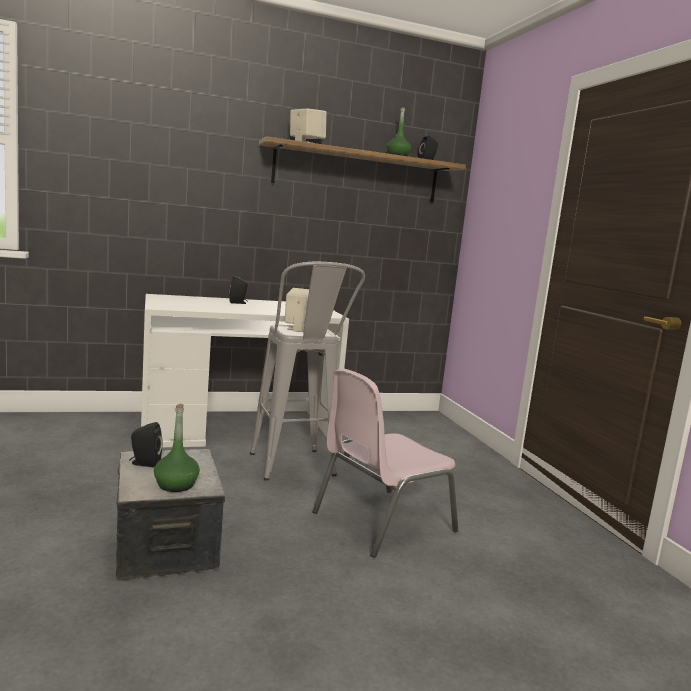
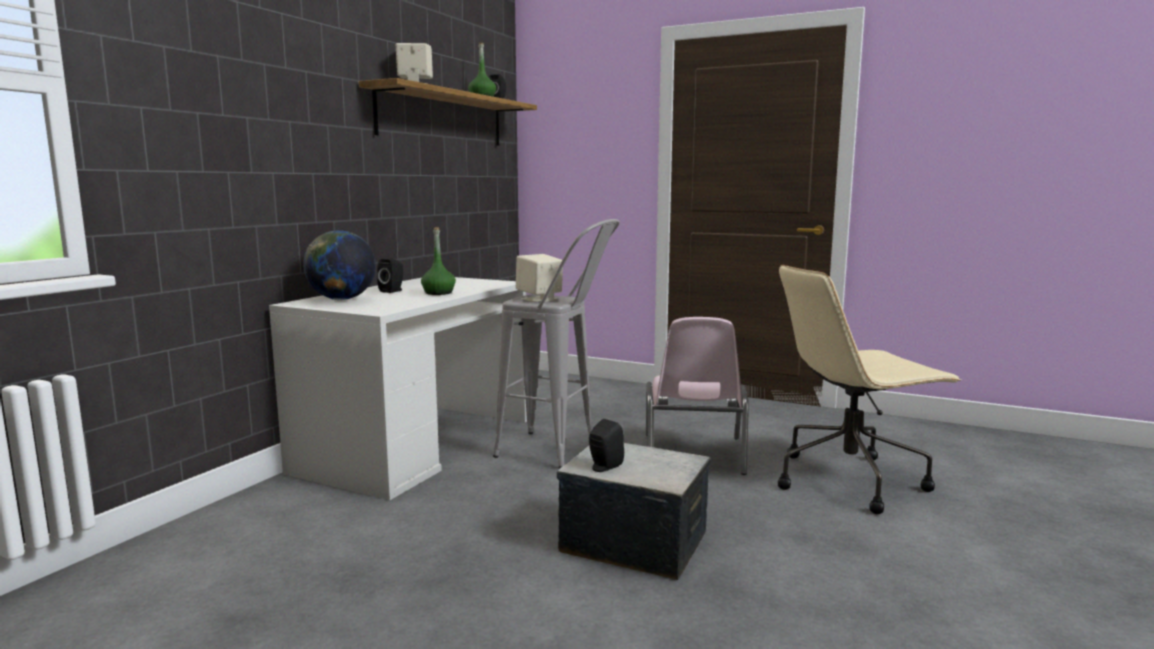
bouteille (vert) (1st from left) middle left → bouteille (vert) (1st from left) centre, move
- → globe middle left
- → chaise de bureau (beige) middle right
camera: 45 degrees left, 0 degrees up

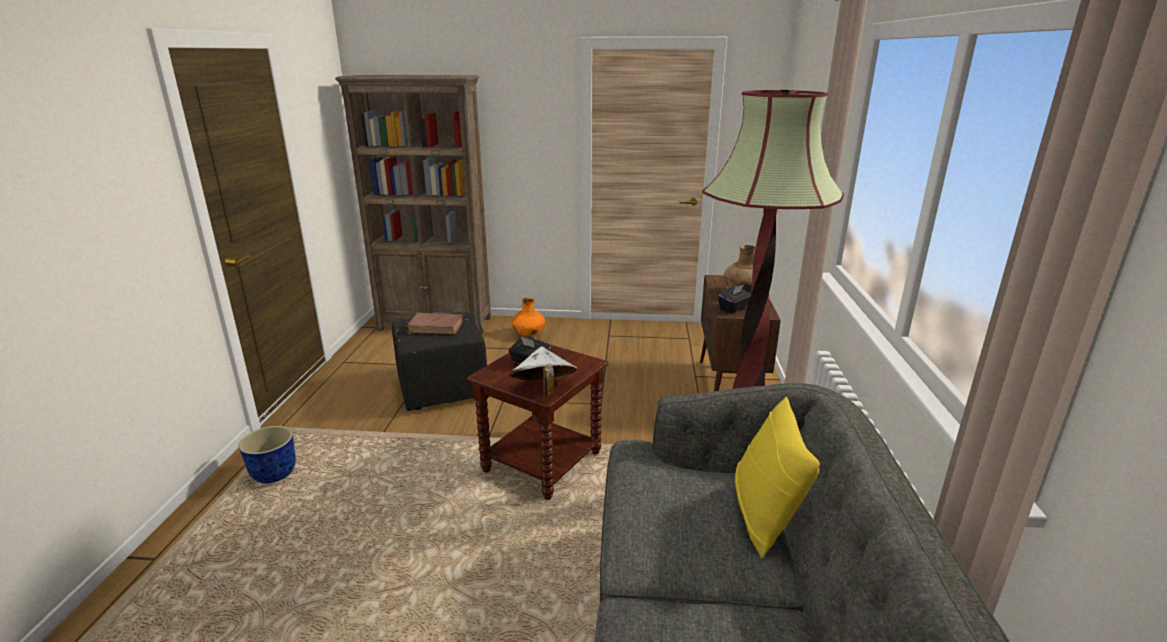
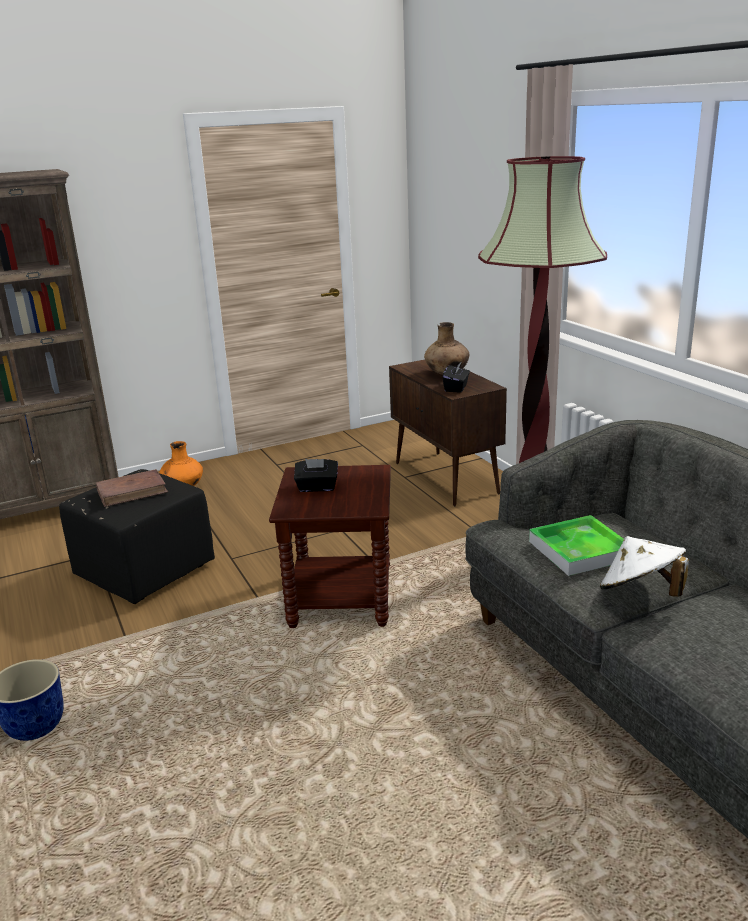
chapeau (blanc) centre → chapeau (blanc) middle right, move
coussin (jaune) bottom centre → -
- → plateau middle right
camera: 30 degrees left, 0 degrees up

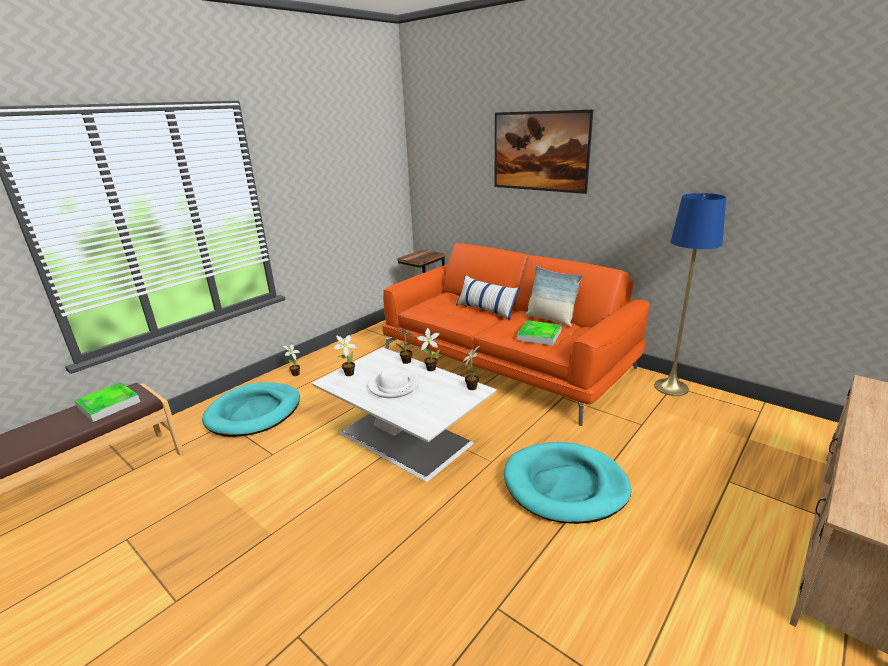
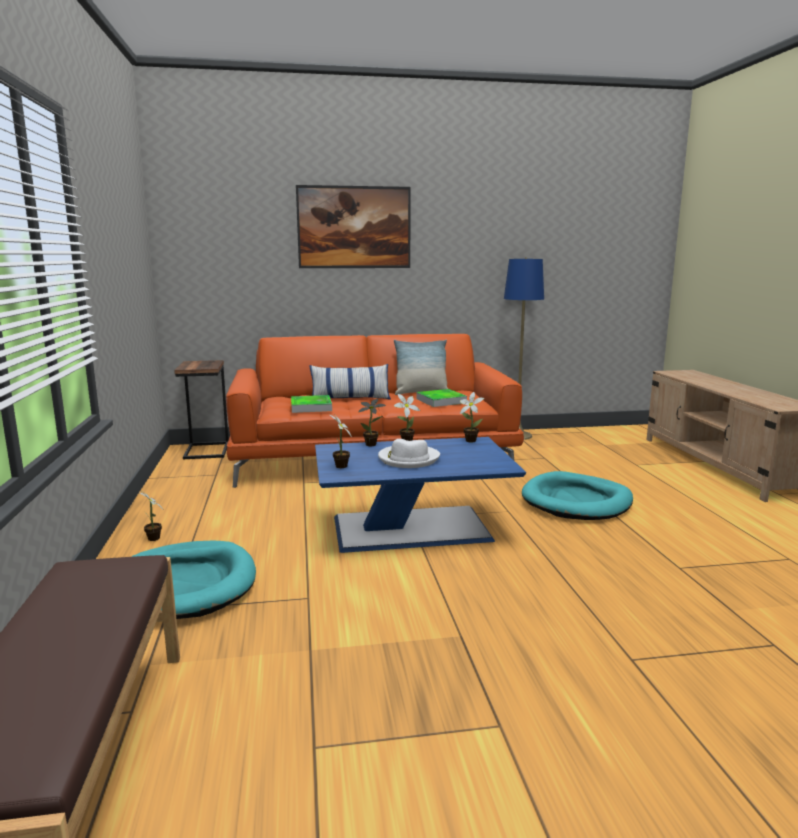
table basse (blanc) centre → table basse (bleu) centre
plateau (1st from left) middle left → plateau (1st from left) centre, move
camera: 50 degrees left, 10 degrees down

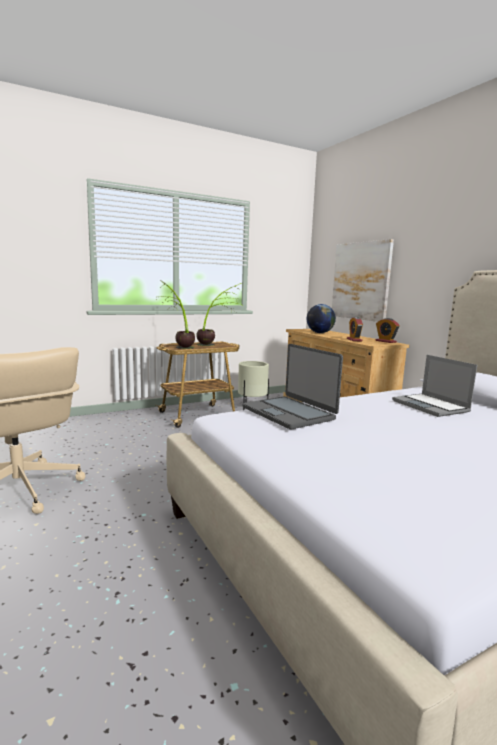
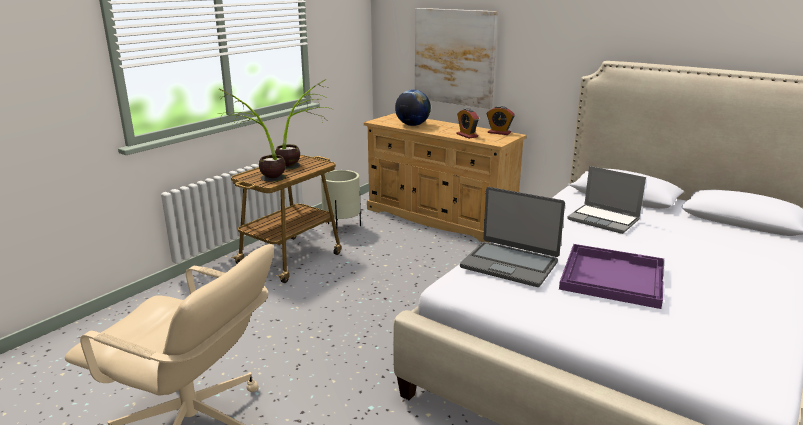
- → plateau (violet) middle right
camera: 25 degrees left, 10 degrees up

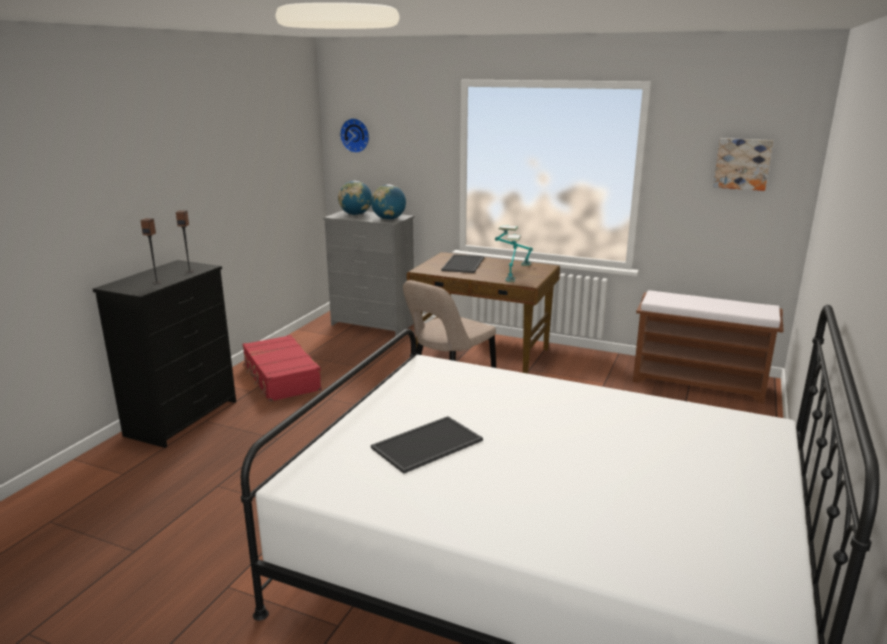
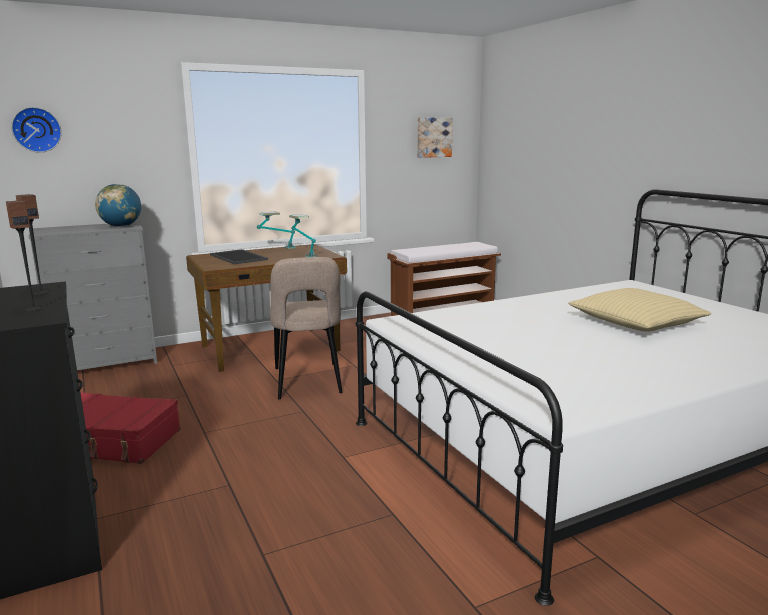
globe (1st from left) top centre → -
plateau (1st from left) bottom centre → -
- → coussin (beige) middle right
camera: 50 degrees left, 5 degrees down

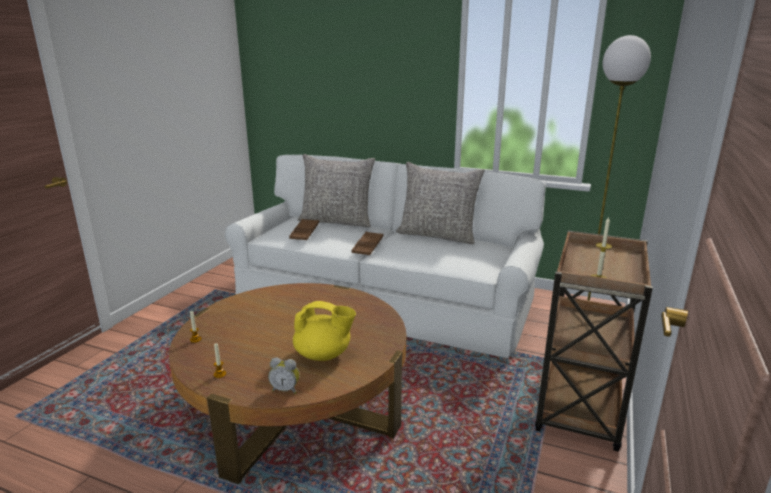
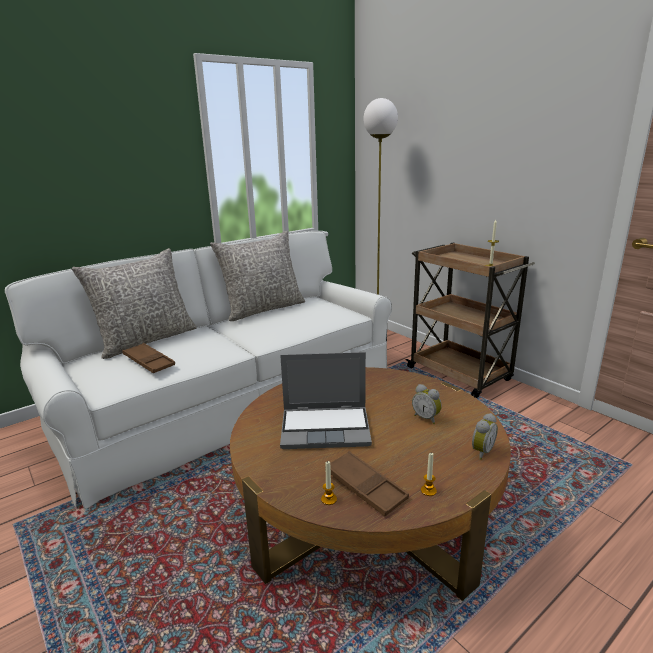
plateau (marron) (2nd from left) centre → plateau (marron) (2nd from left) bottom centre, move
théière (jaune) bottom centre → réveil (1st from left) centre
- → ordinateur portable centre
camera: 60 degrees left, 0 degrees up

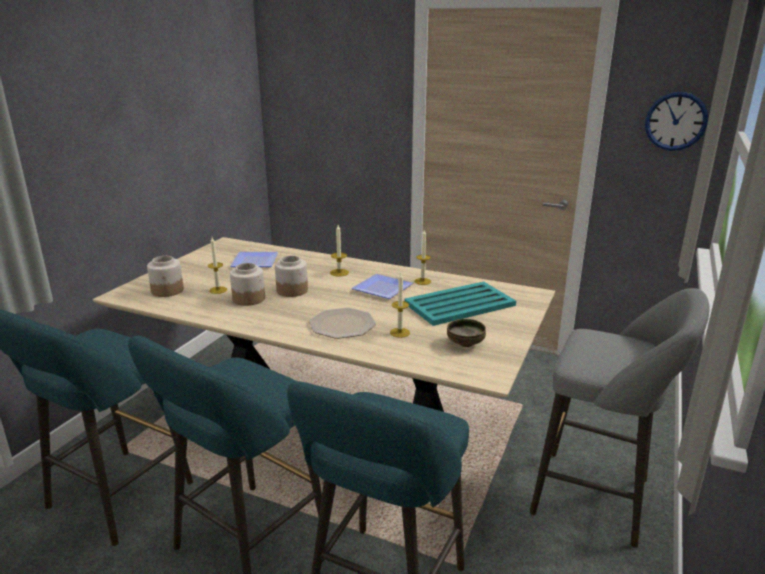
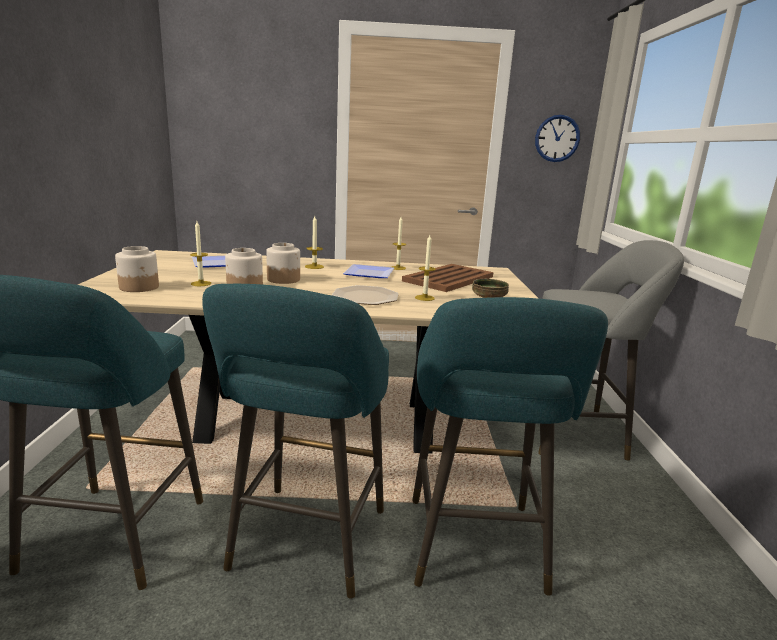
plateau (turquoise) centre → plateau (marron) centre
camera: 25 degrees left, 5 degrees down

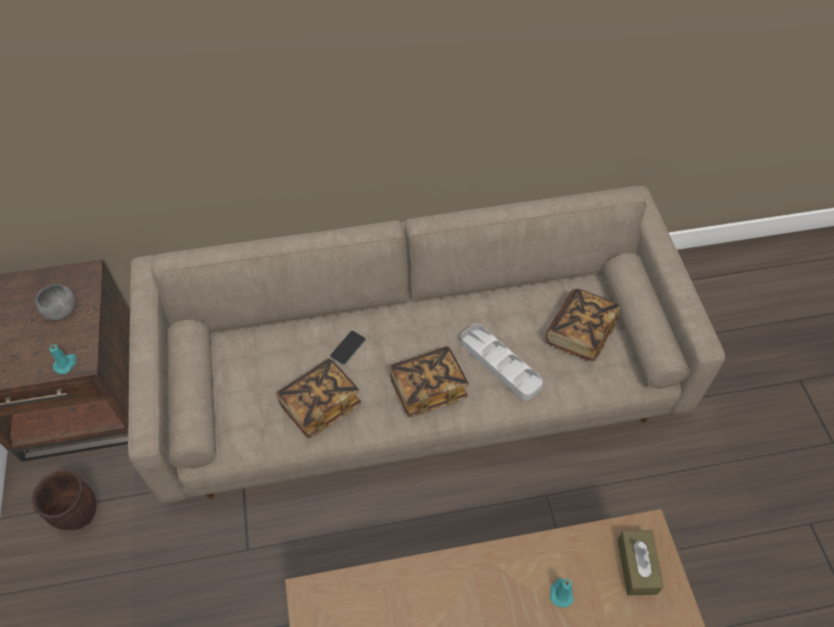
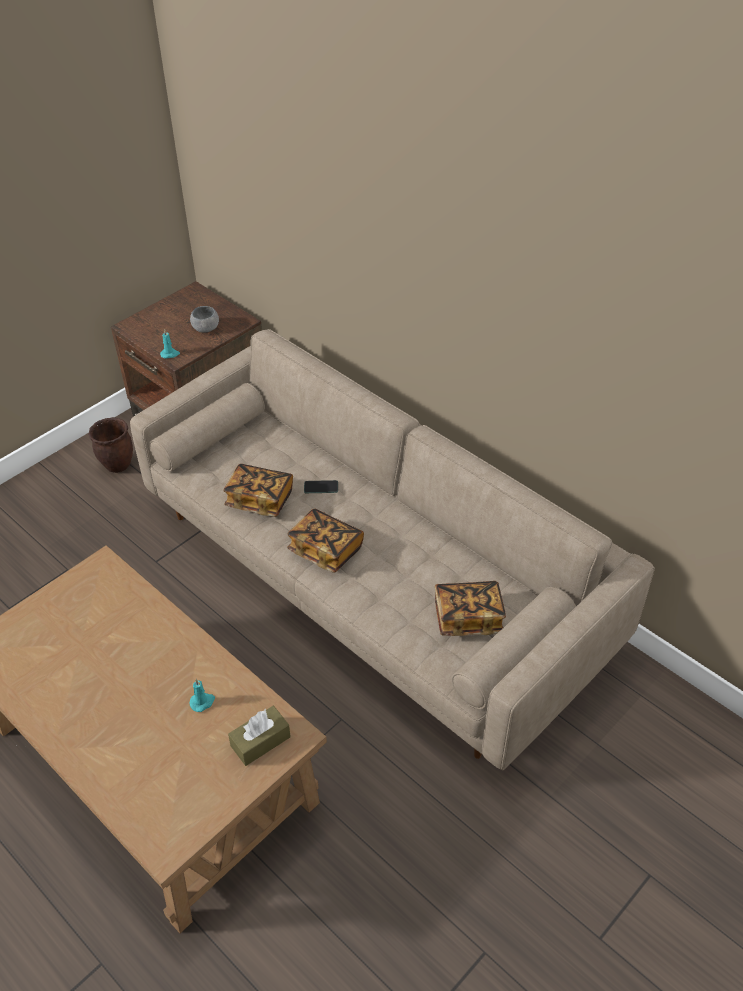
plateau (gris) centre → -
camera: 55 degrees right, 10 degrees down

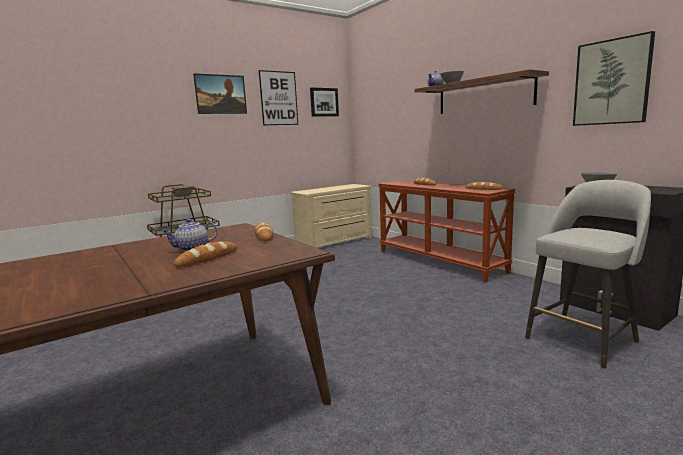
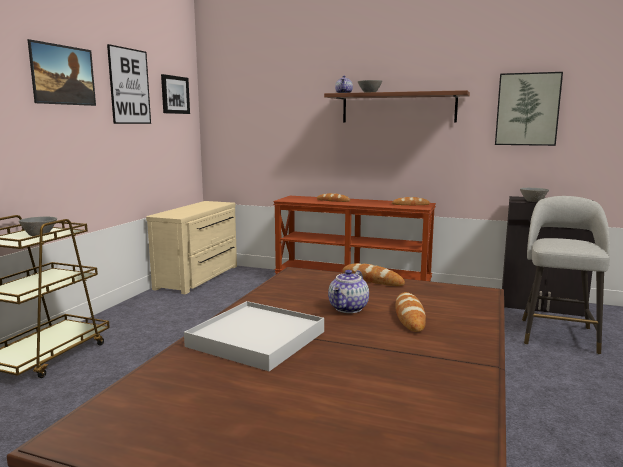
- → plateau (blanc) bottom centre
camera: 35 degrees left, 0 degrees up

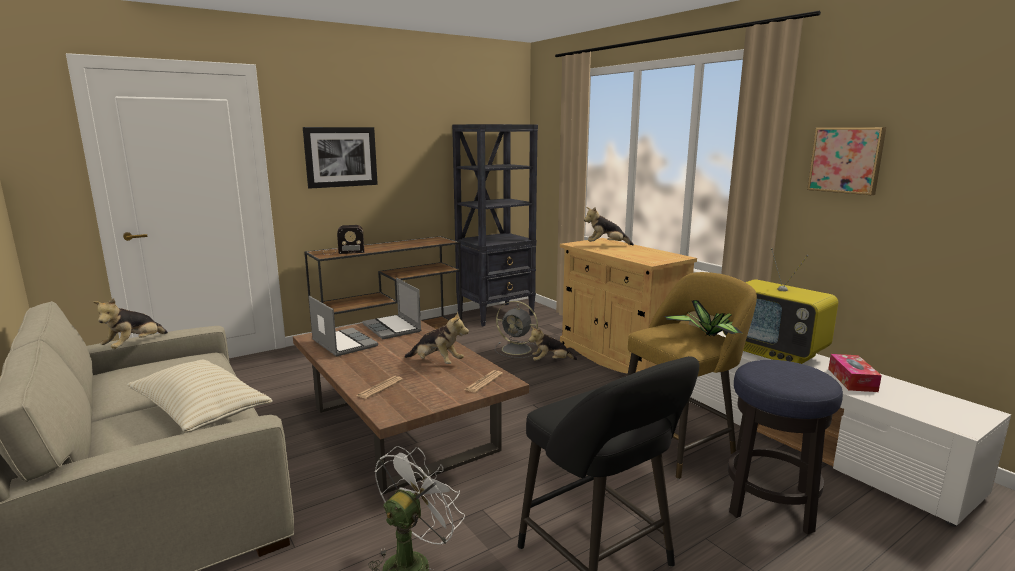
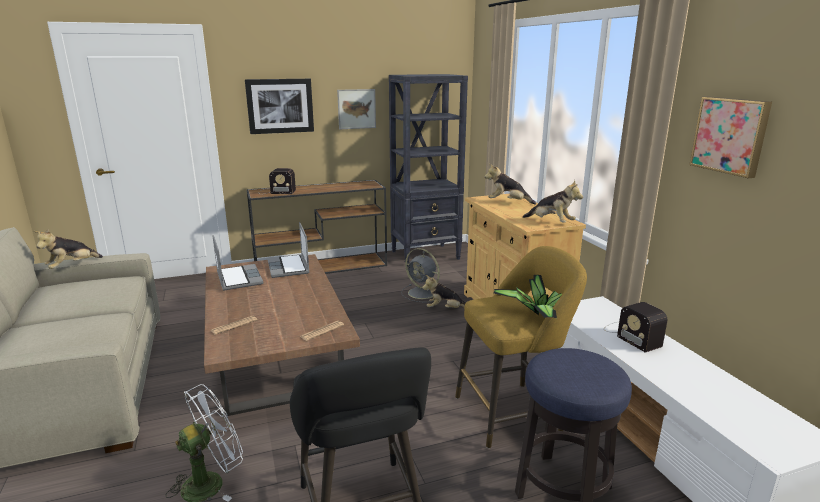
téléviseur middle right → radio (2nd from left) middle right
peluche (2nd from left in the first image) centre → peluche (4th from left) middle right, move
boîte à mouchoirs middle right → -
coussin (beige) bottom left → -
- → tableau (2nd from left) top centre
camera: 15 degrees right, 5 degrees up

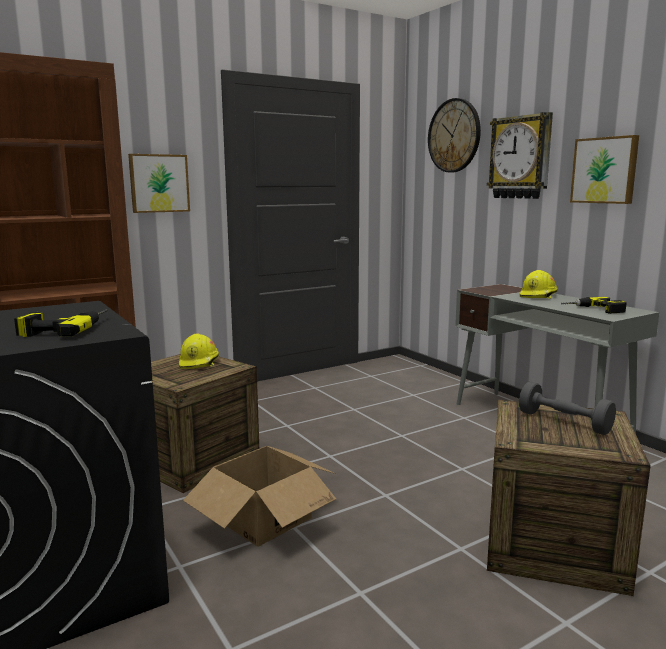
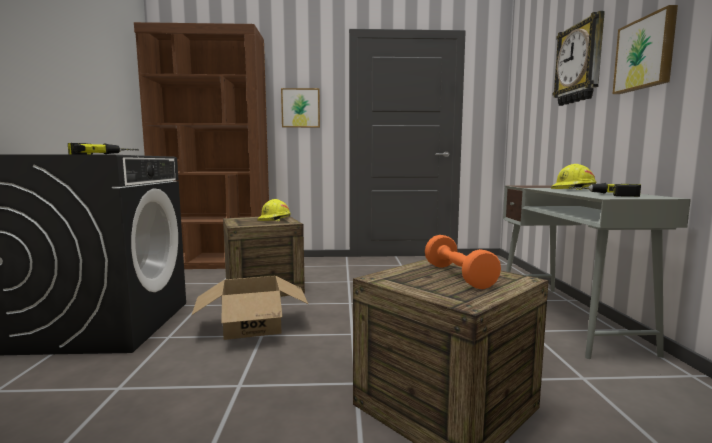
horloge murale (1st from left) top right → -
haltère (gris) middle right → haltère (orange) centre
camera: 30 degrees right, 5 degrees down

